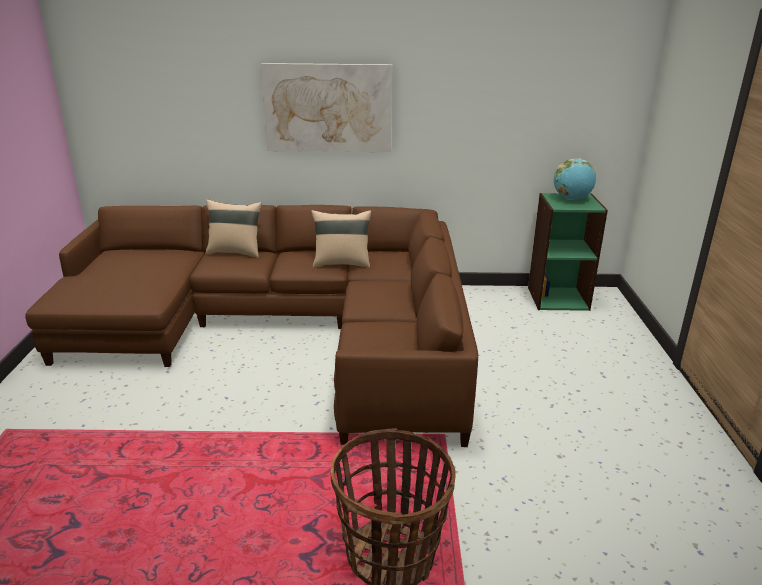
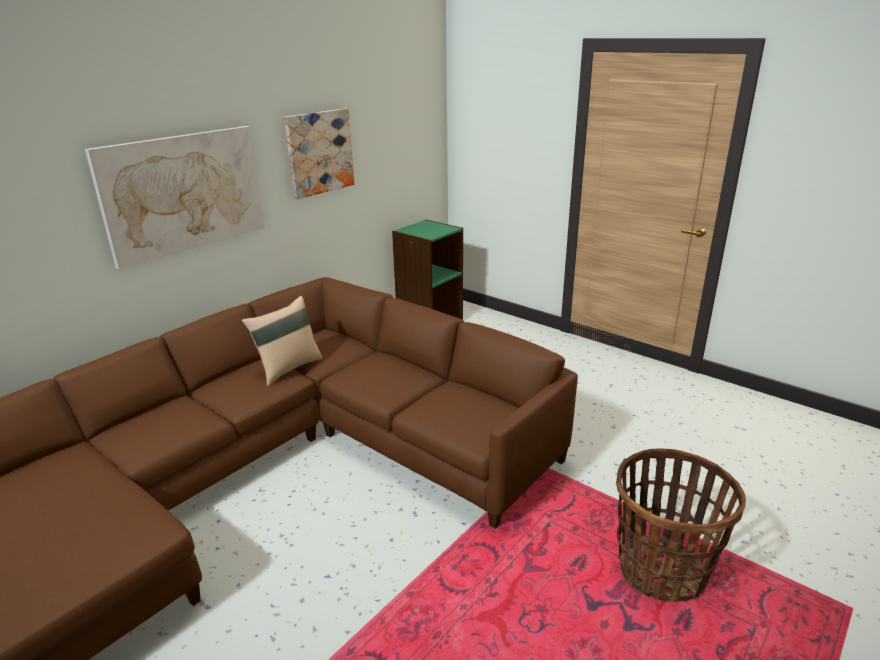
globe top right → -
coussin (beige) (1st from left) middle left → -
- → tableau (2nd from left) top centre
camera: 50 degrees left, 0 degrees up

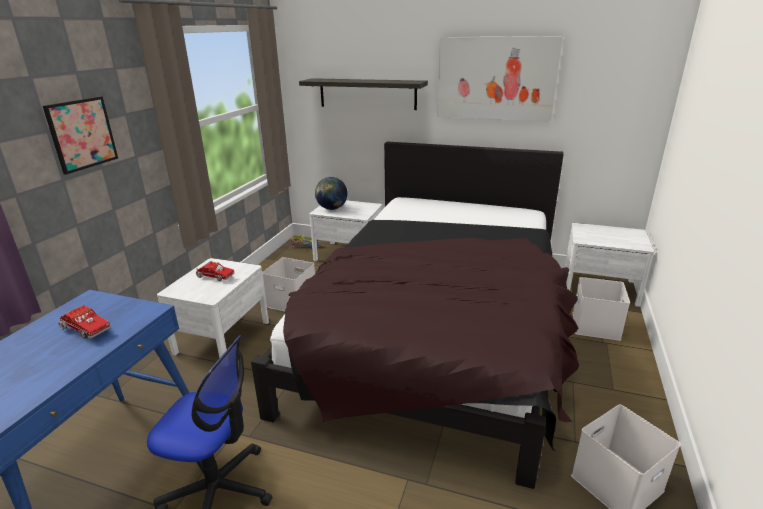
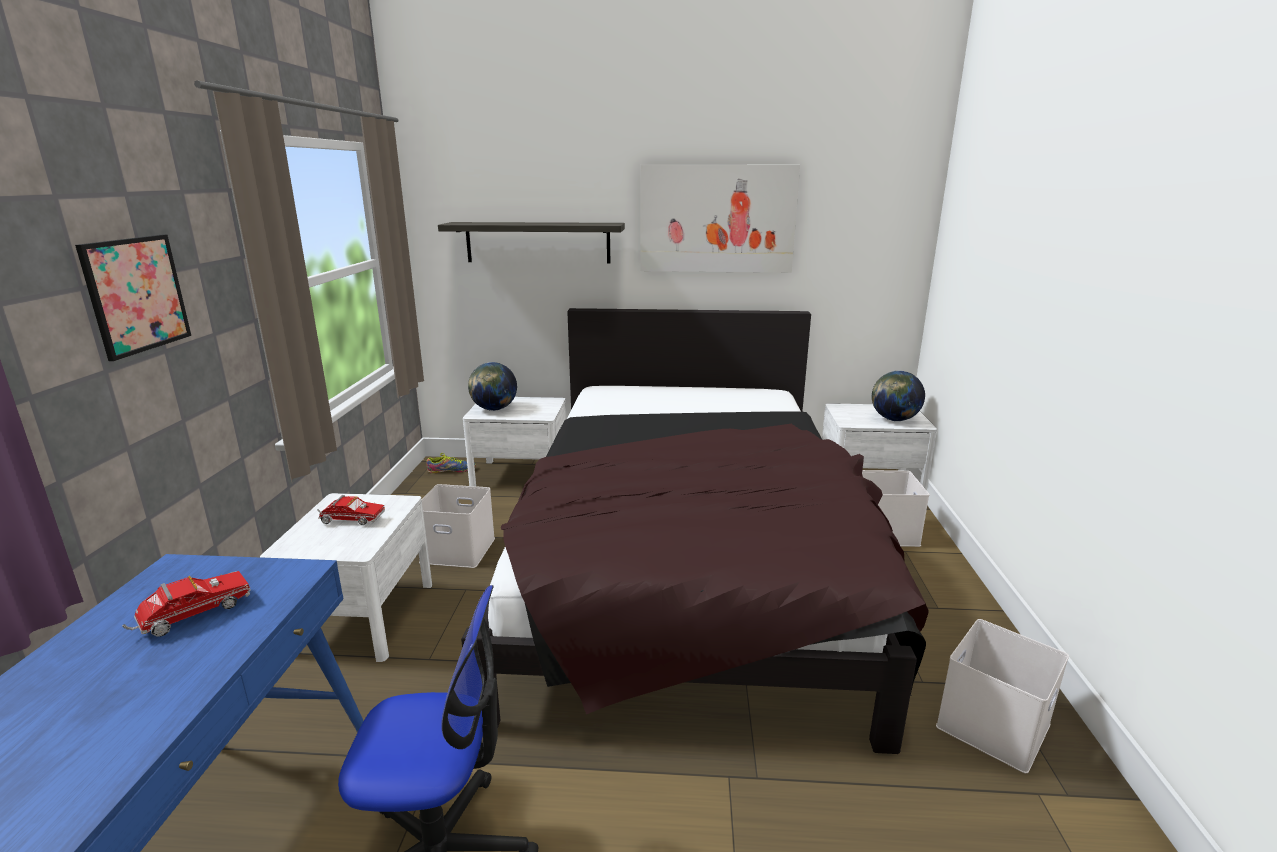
camion jouet (1st from left) middle left → camion jouet (1st from left) bottom left, 60 degrees counterclockwise
- → globe (2nd from left) middle right
camera: 15 degrees left, 5 degrees down

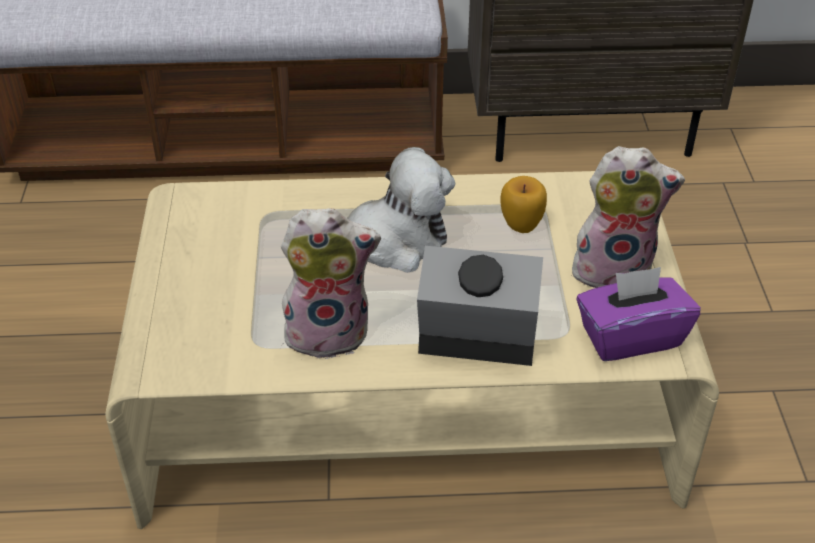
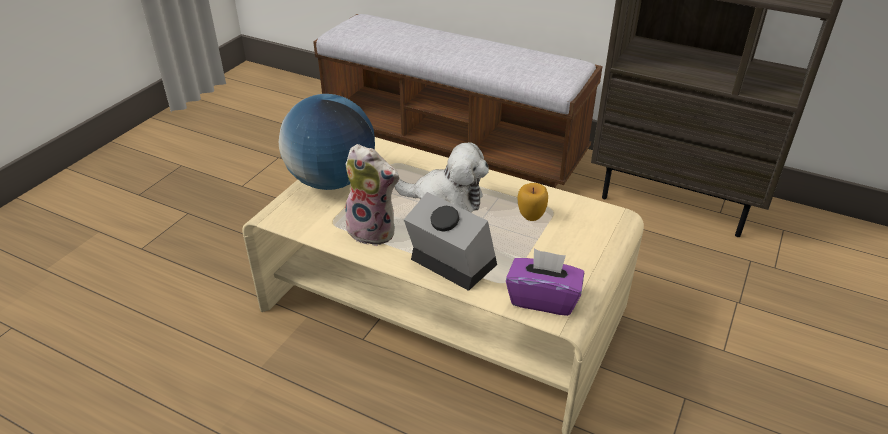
peluche (3rd from left) middle right → -
- → globe top centre
camera: 30 degrees right, 5 degrees down

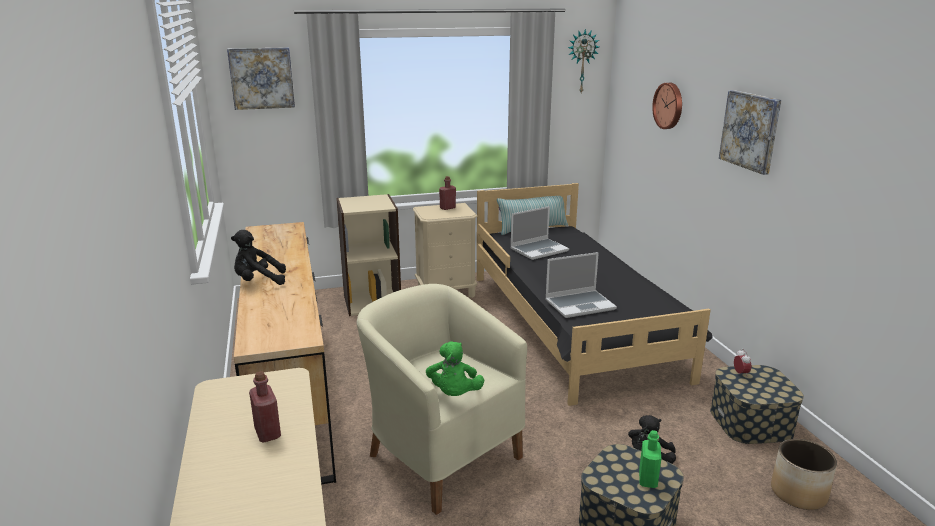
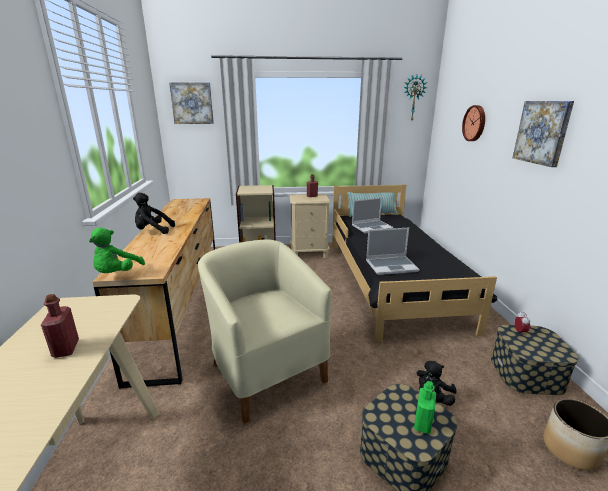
peluche (vert) bottom centre → peluche (vert) middle left, move
camera: 10 degrees right, 0 degrees up

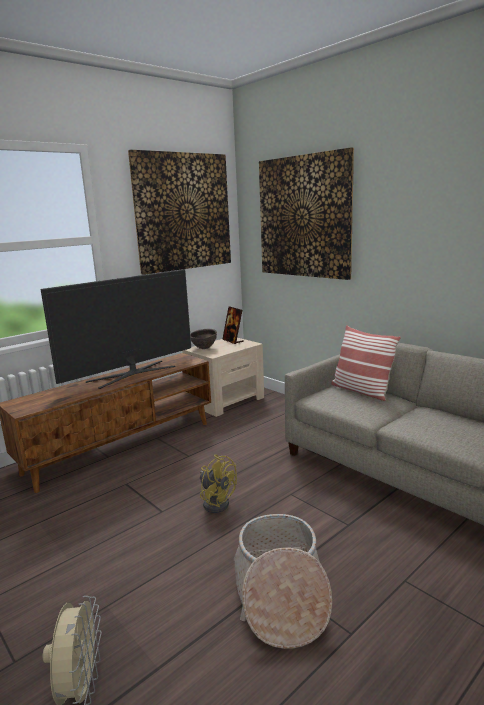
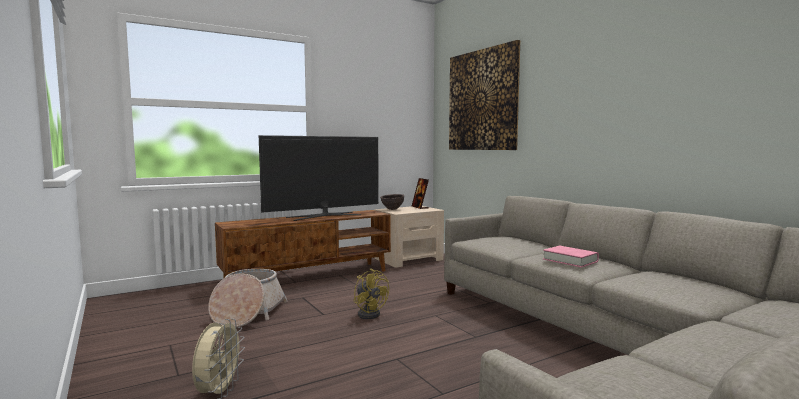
tableau (1st from left) top centre → -
coussin middle right → -
panier bottom centre → panier bottom left, move
- → livre (rose) middle right
camera: 10 degrees right, 10 degrees down

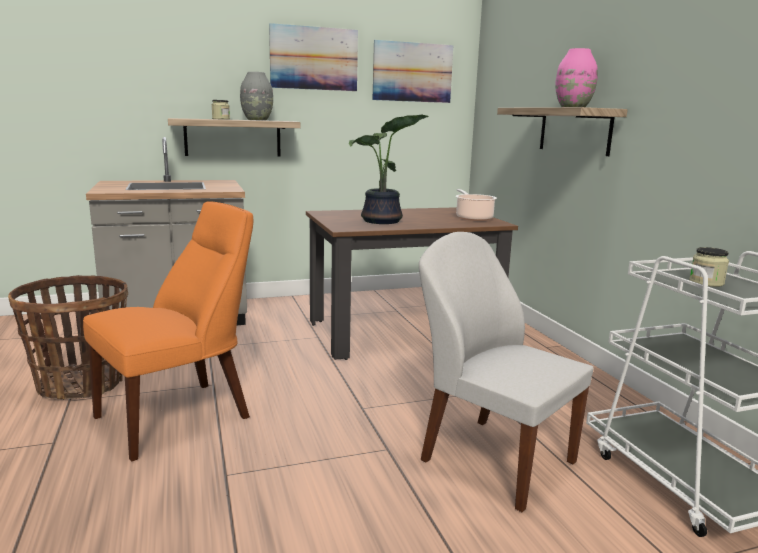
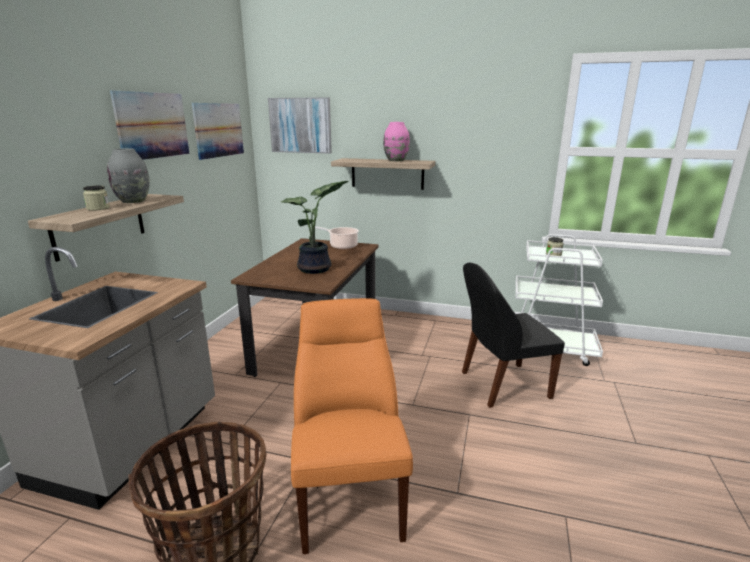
chaise (blanc) bottom right → chaise (noir) middle right
- → tableau (3rd from left) top centre
camera: 55 degrees left, 5 degrees up

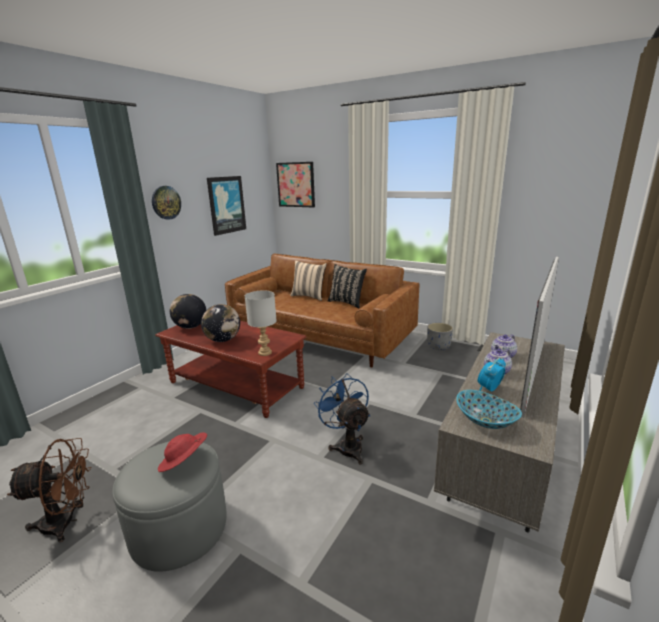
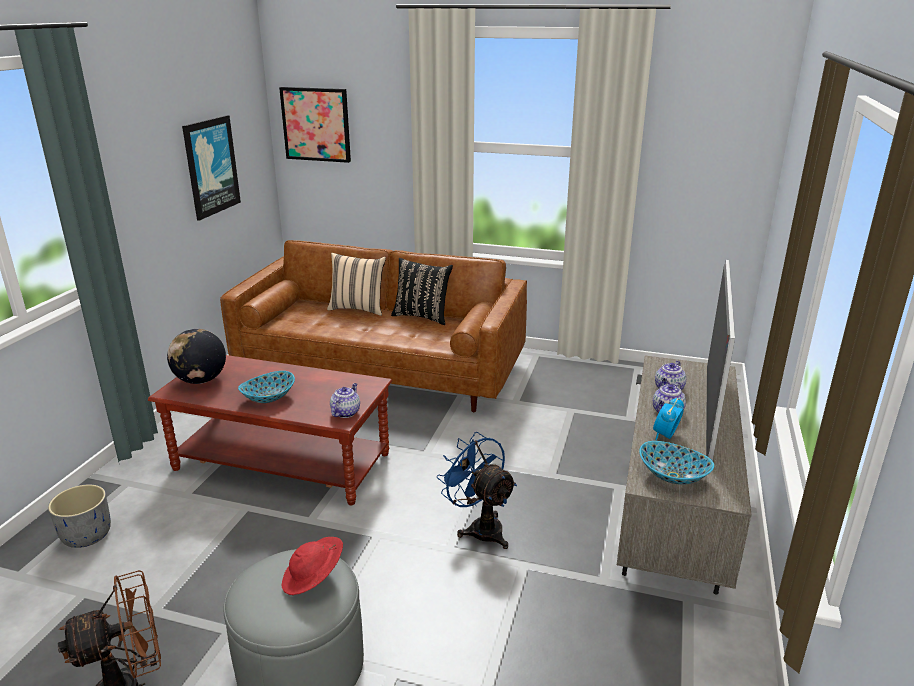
horloge murale top left → -
lampe de table (gris) centre → théière (1st from left) centre
globe (2nd from left) centre → bol (1st from left) middle left
cache-pot (gris) middle right → cache-pot (gris) bottom left, move
camera: 15 degrees left, 5 degrees up

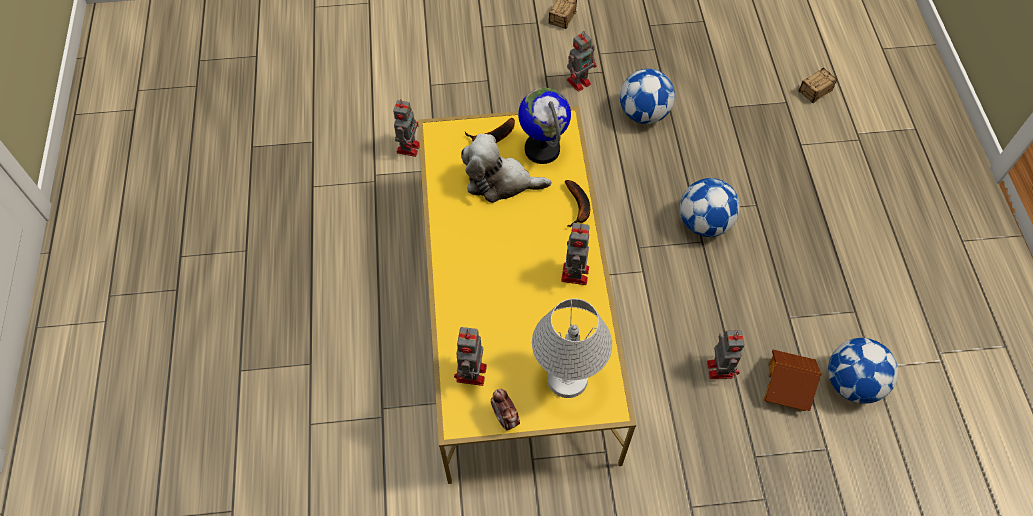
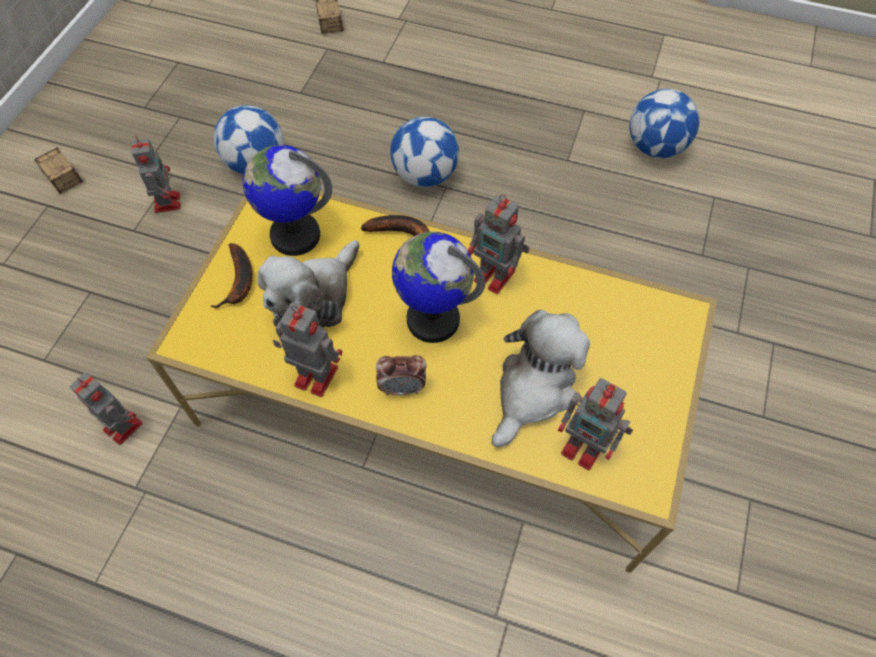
lampe de table (blanc) bottom centre → -
robot jouet (5th from left in the first image) bottom right → robot jouet (3rd from left) centre, move
maison miniature bottom right → -
réveil bottom centre → réveil centre, move
- → globe (2nd from left) centre
- → peluche (2nd from left) centre
camera: 65 degrees left, 0 degrees up

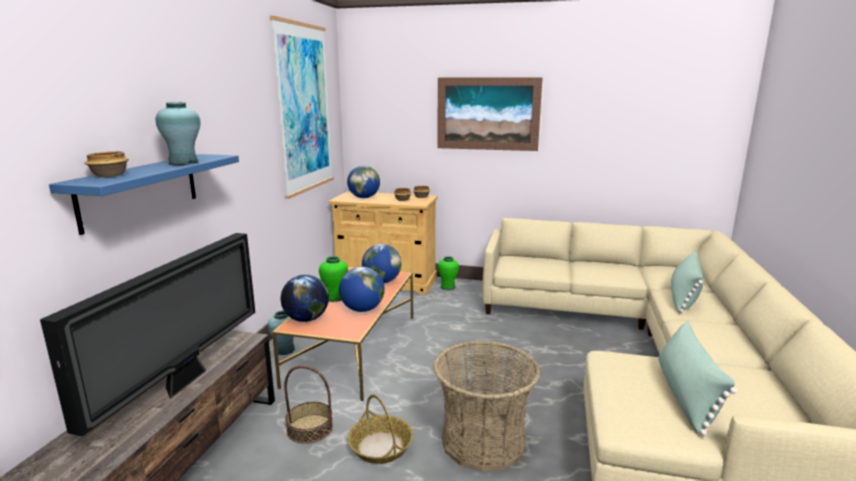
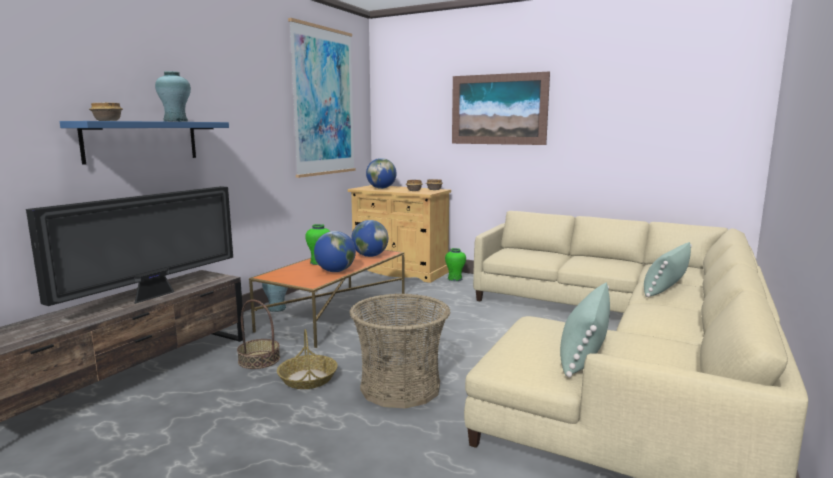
globe (1st from left) centre → -
camera: 15 degrees right, 5 degrees down

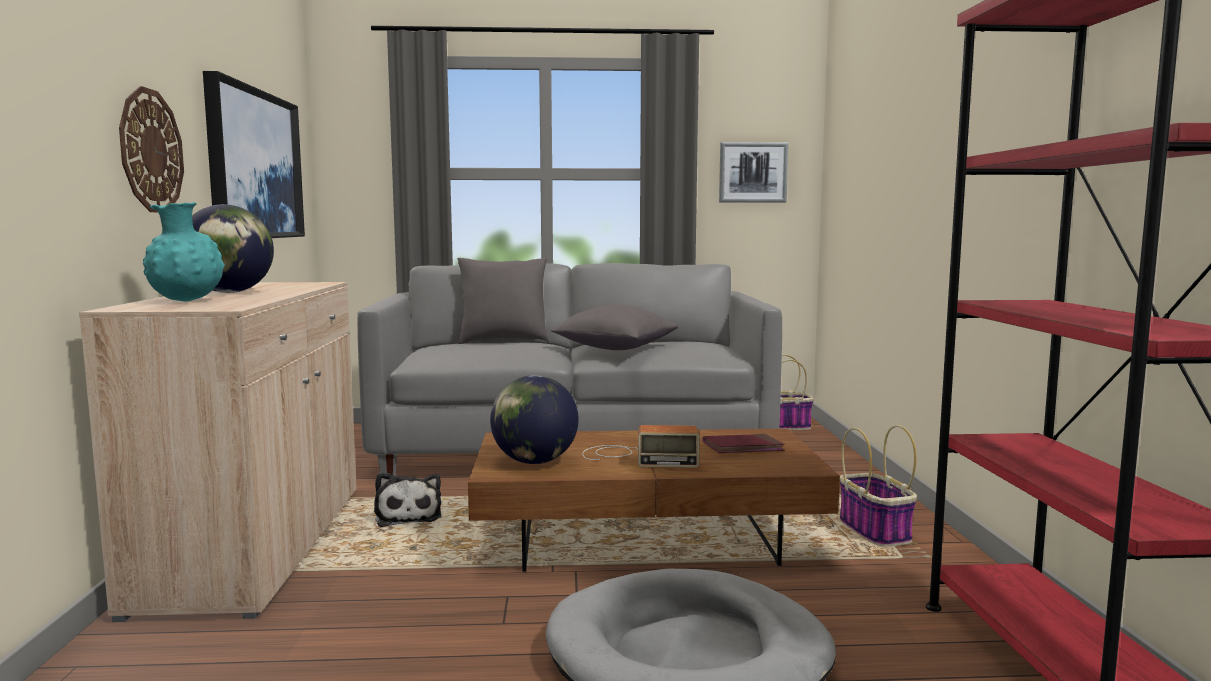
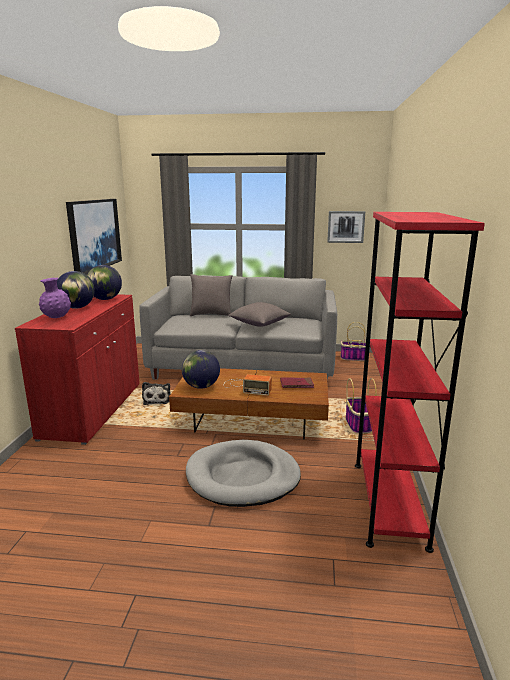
horloge murale top left → -
vase (turquoise) middle left → vase (violet) middle left
meuble de rangement (beige) middle left → meuble de rangement (rouge) middle left
- → globe (2nd from left) middle left
camera: 10 degrees right, 10 degrees up

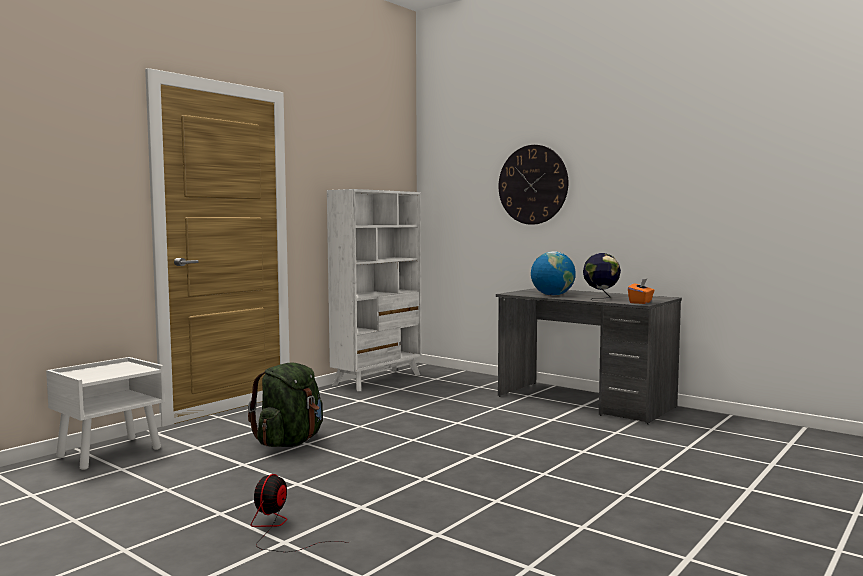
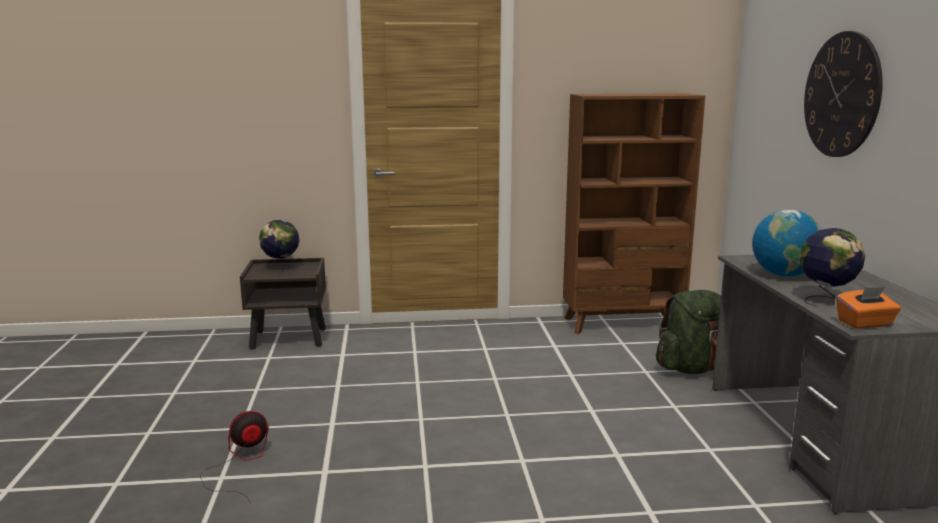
bibliothèque (blanc) centre → bibliothèque (marron) middle right
table de chevet (blanc) bottom left → table de chevet (marron) middle left
sac à dos (vert) bottom left → sac à dos (vert) middle right, move
- → globe (1st from left) middle left
camera: 45 degrees right, 10 degrees up

